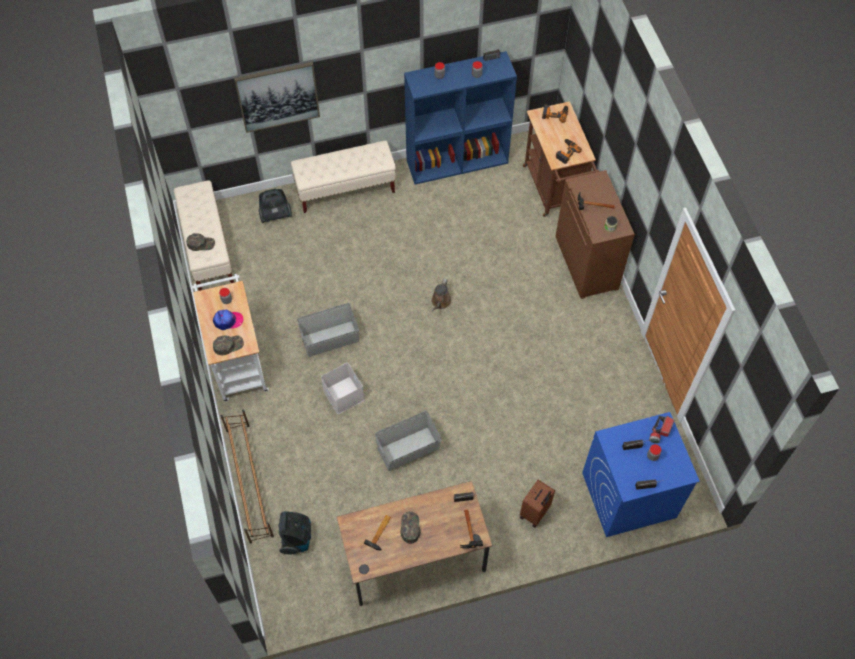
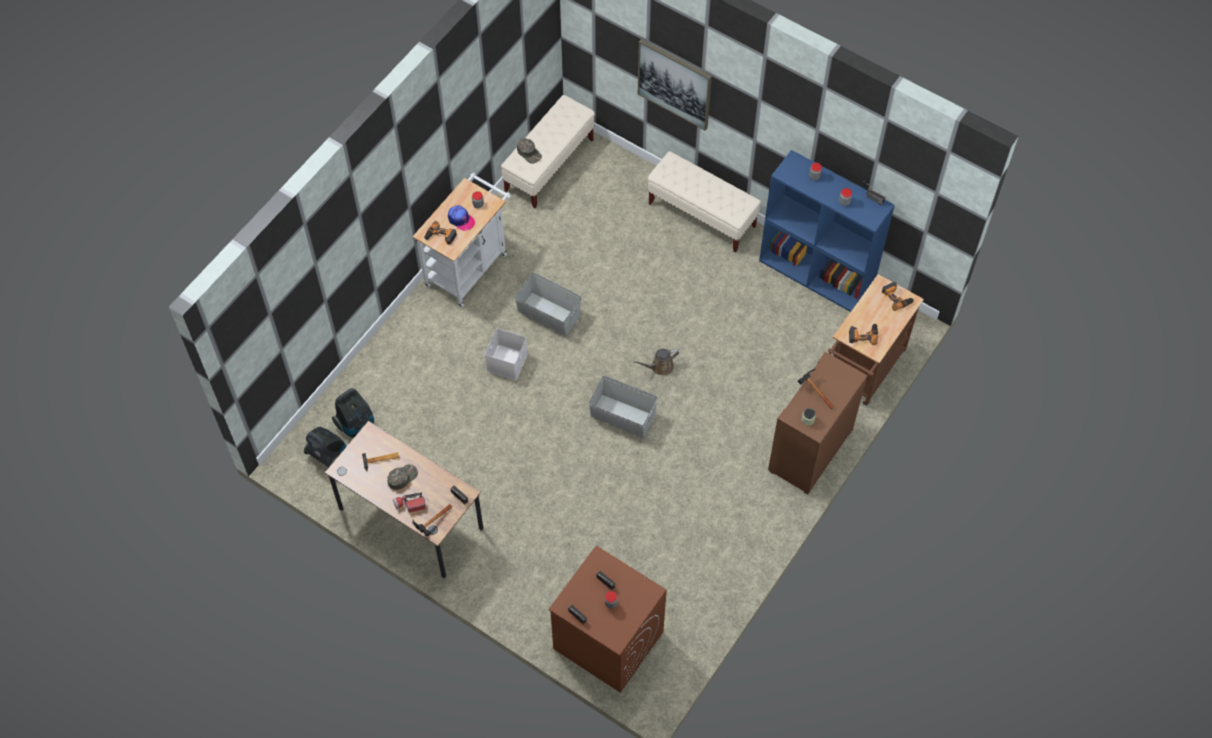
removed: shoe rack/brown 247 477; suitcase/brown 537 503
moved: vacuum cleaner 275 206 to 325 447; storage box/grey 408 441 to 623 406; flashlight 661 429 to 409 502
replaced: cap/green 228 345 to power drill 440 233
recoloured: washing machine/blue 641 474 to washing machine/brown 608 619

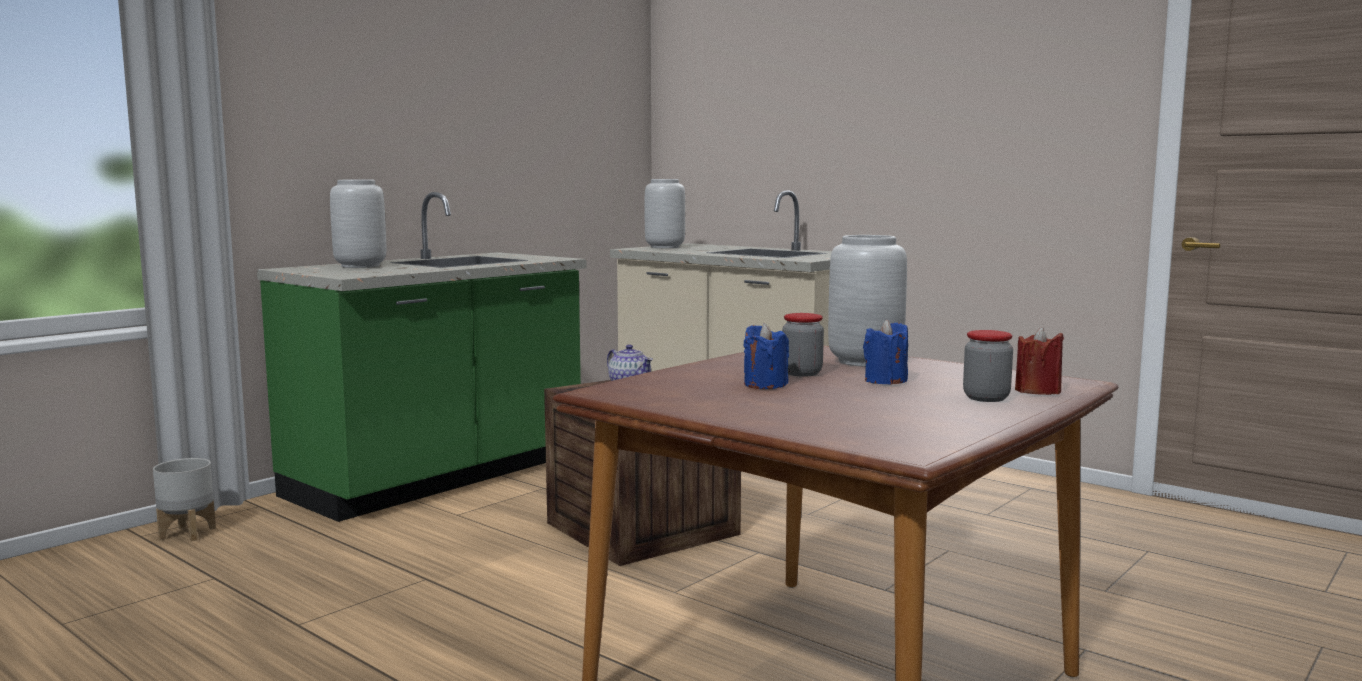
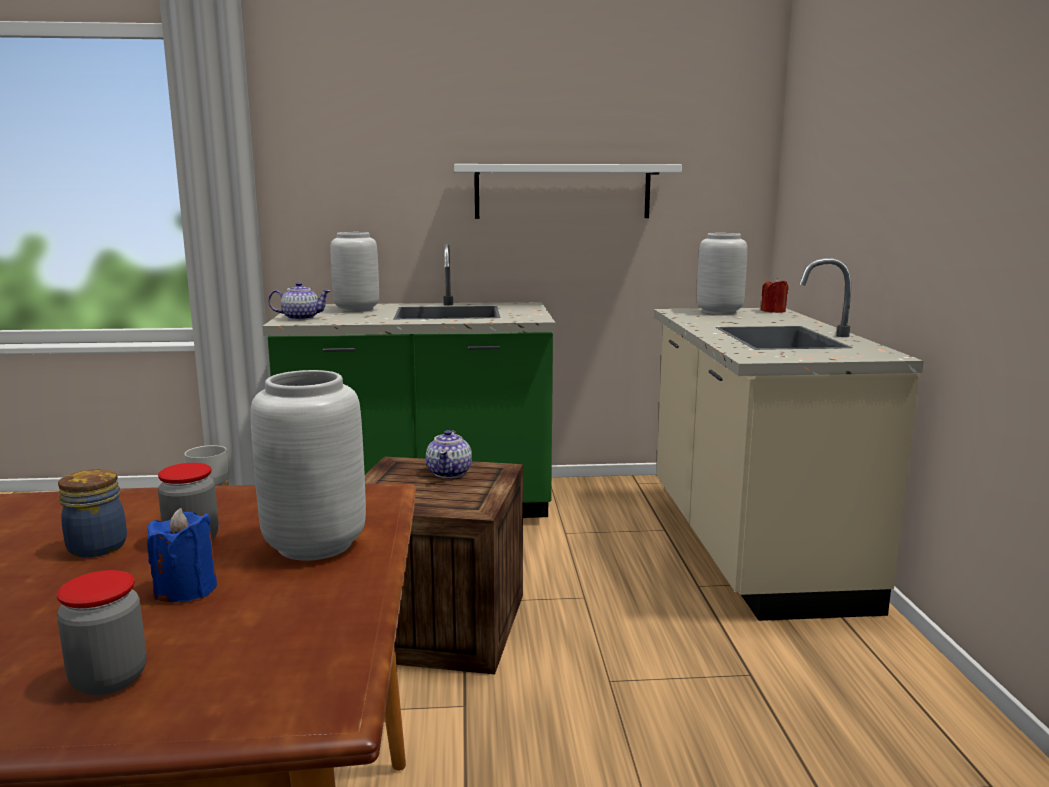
added: teapot 299 301; shelf/white 568 191
moved: candle/red 1039 361 to 775 295
replaced: candle/blue 766 356 to jar 92 513

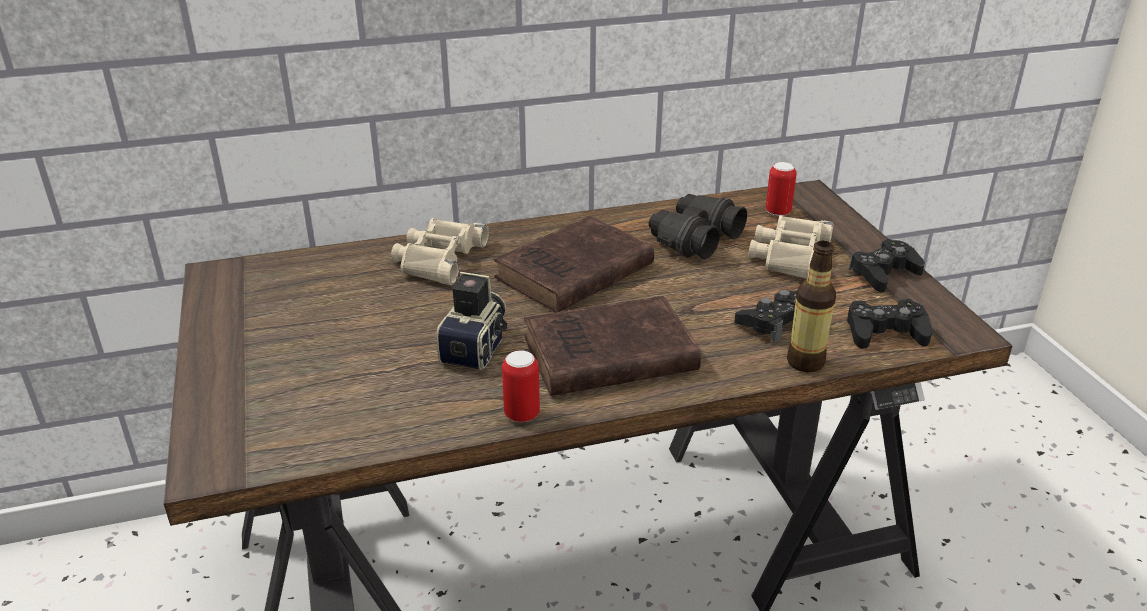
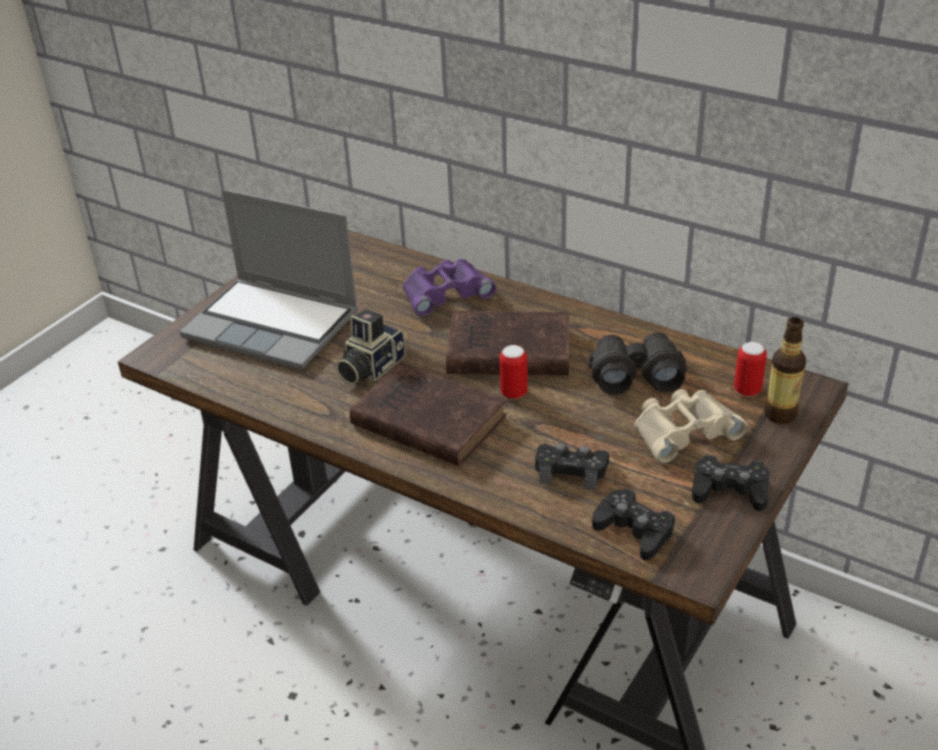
added: laptop 268 279
moved: can 521 386 to 513 372; bottle 811 306 to 785 370
recoloured: binoculars/beige 440 251 to binoculars/purple 449 288
turned: photo camera 472 321 = 370 347 150 degrees clockwise

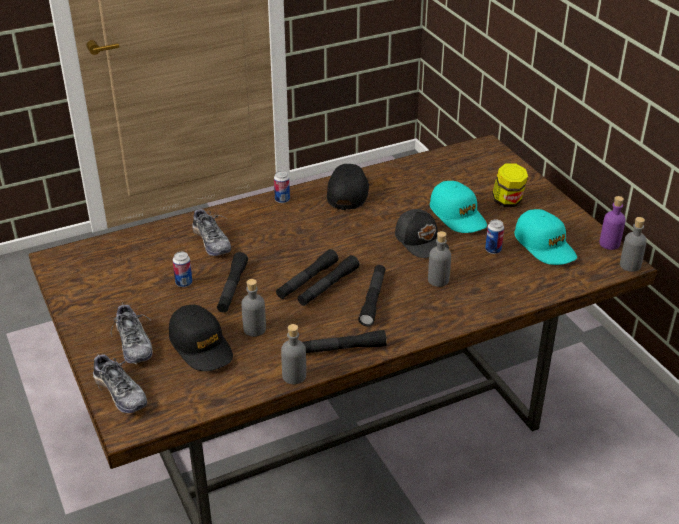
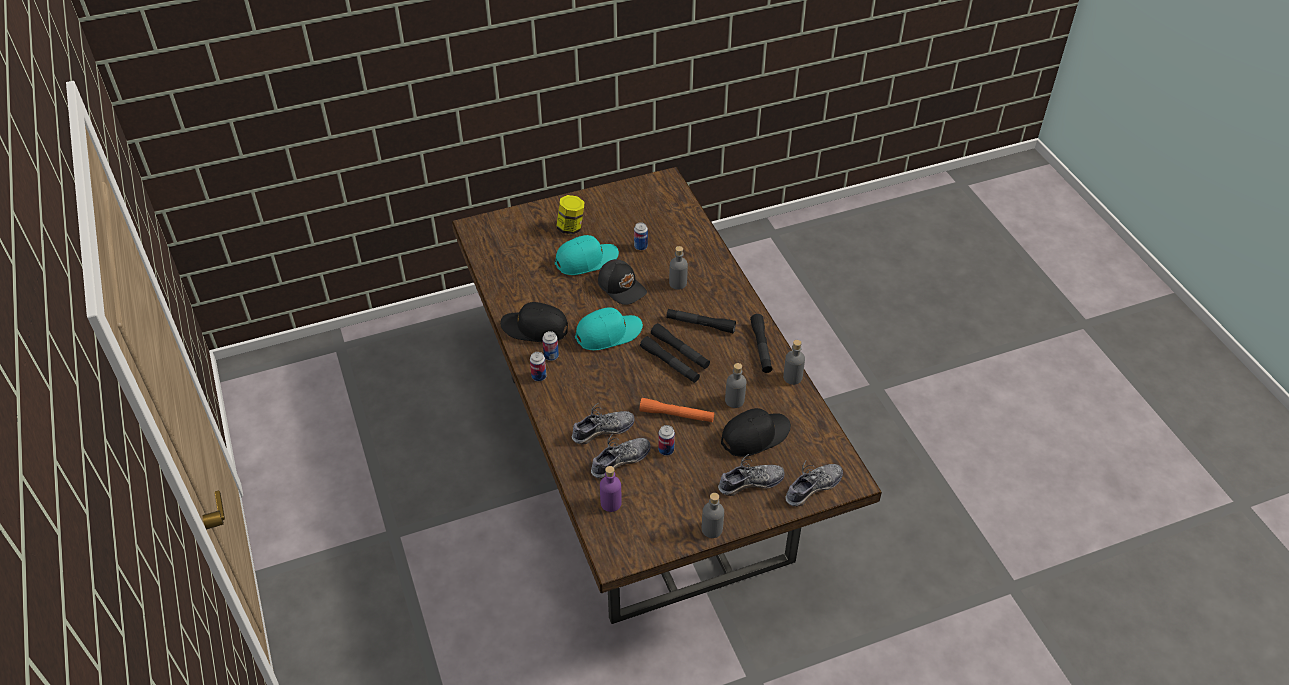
added: can 550 346; shoe 621 456
moved: cap/turquoise 546 237 to 609 328; bottle/purple 612 223 to 611 489; bottle/grey 633 244 to 713 515
recoloured: flashlight/black 232 282 to flashlight/orange 676 410
turned: cap/black 422 233 = 622 282 75 degrees clockwise

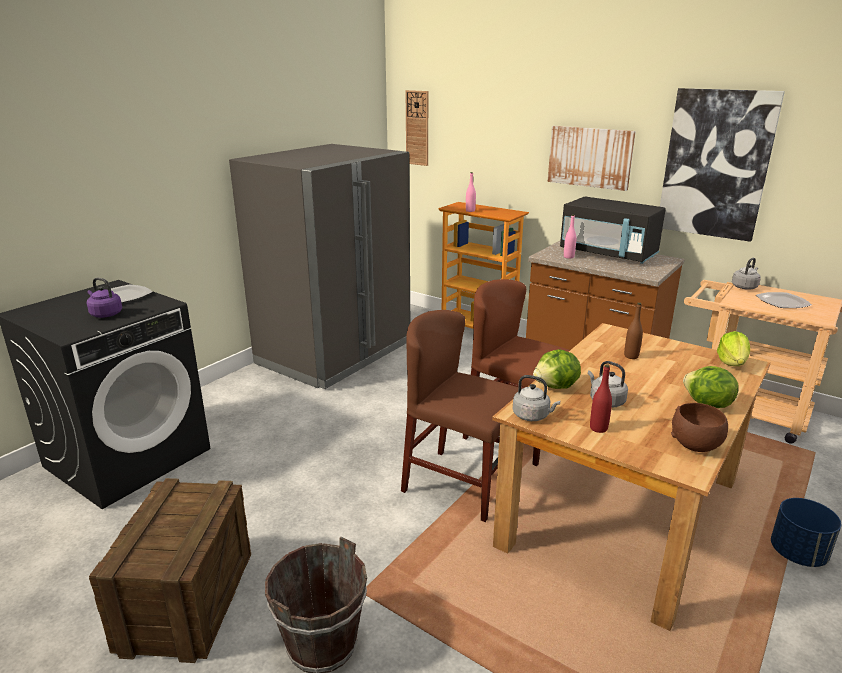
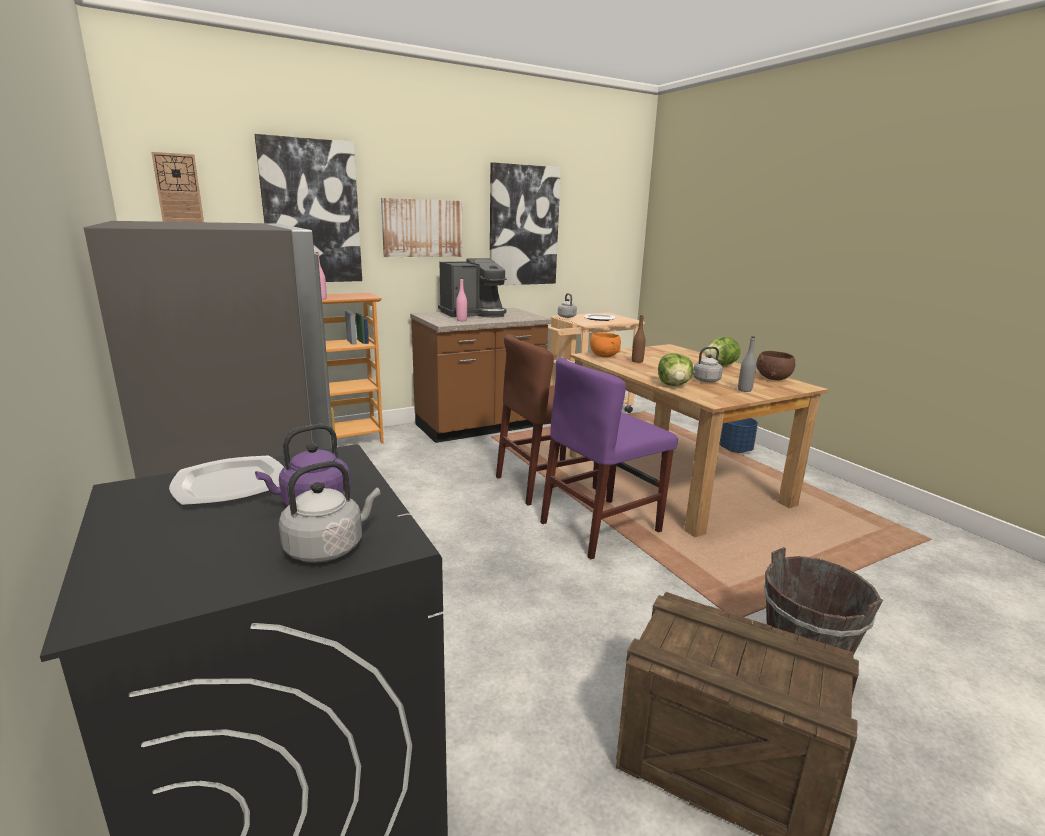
removed: lettuce 733 348
added: picture 308 208; bowl/orange 605 345
moved: kettle/grey 537 398 to 329 512
replaced: microwave/black 613 230 to coffee machine 472 288
recoloured: chair/brown 461 416 to chair/purple 609 458; bottle/red 601 398 to bottle/grey 747 364

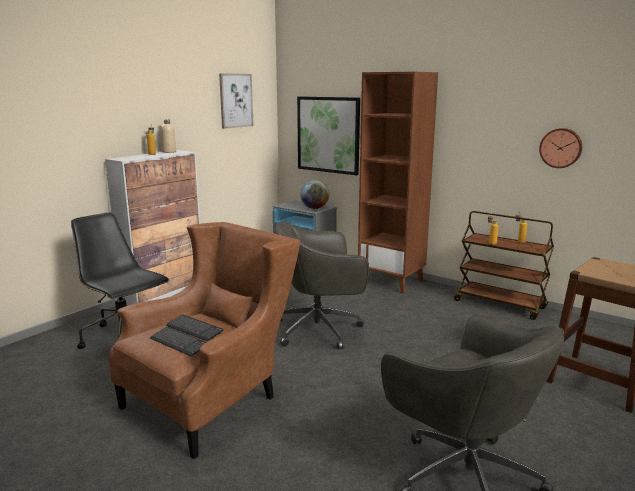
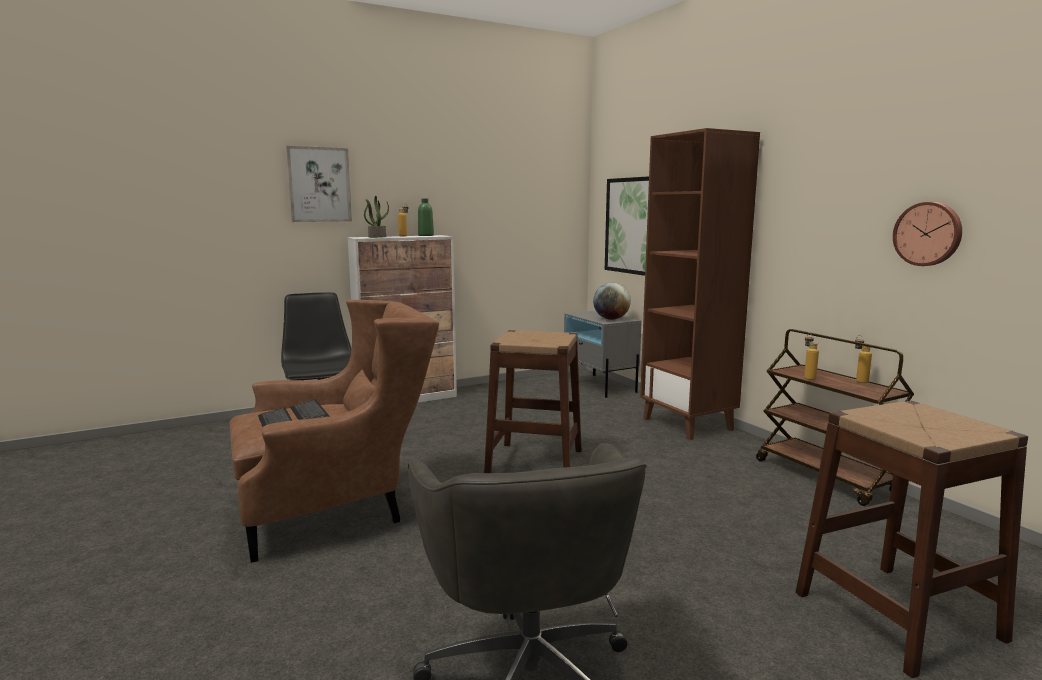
added: potted plant 376 217
moved: picture 236 101 to 319 184
replaced: office chair/grey 322 285 to stool/brown 533 401
recoloured: bottle/beige 168 136 to bottle/green 426 217

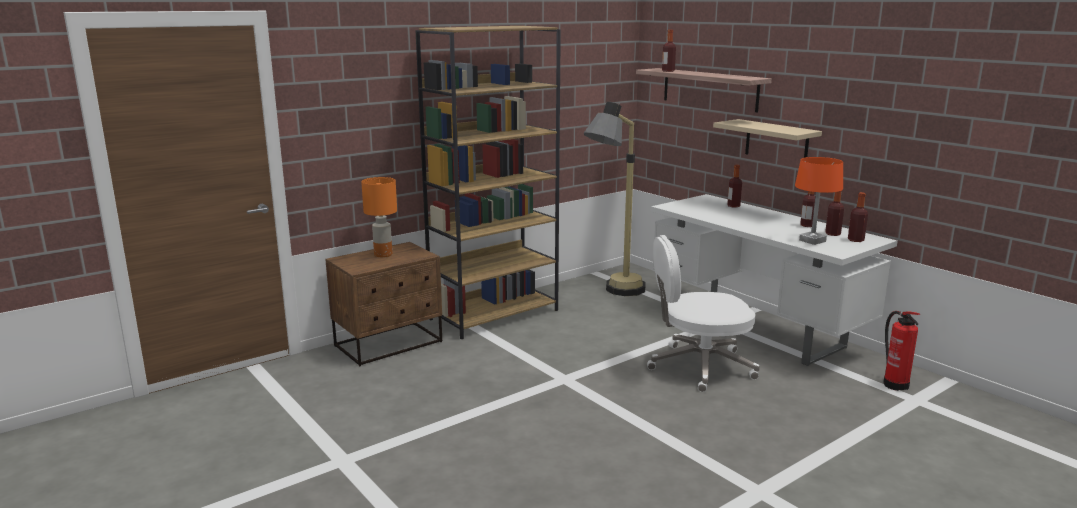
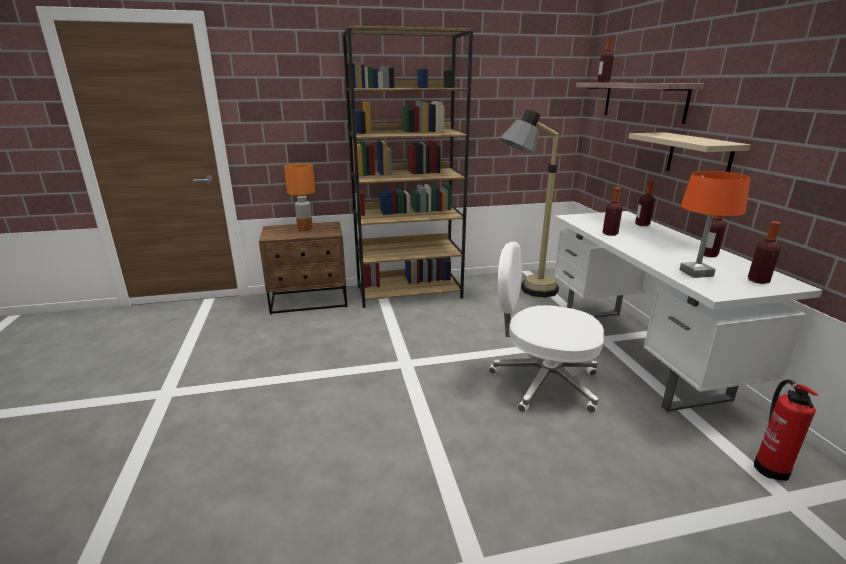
moved: bottle 834 213 to 613 211

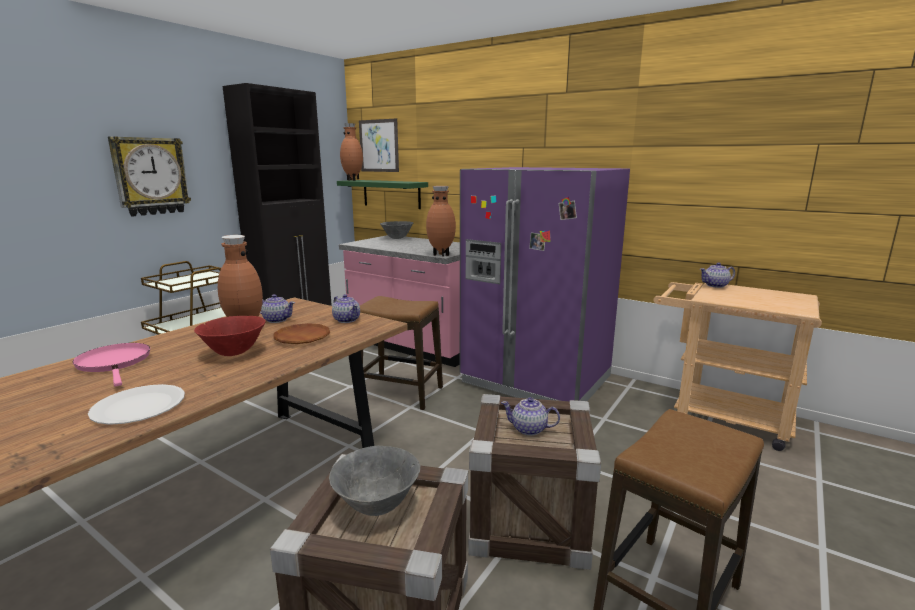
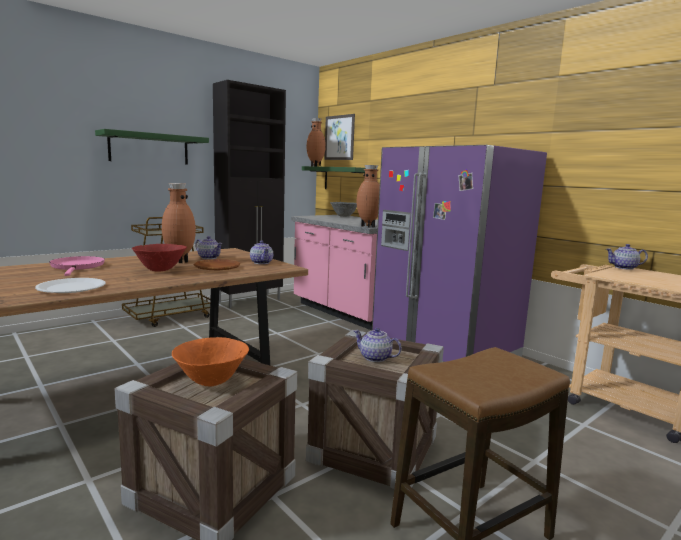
removed: stool 401 353
replaced: wall clock 149 176 to shelf/green 152 147
recoloured: bowl/grey 374 481 to bowl/orange 210 362

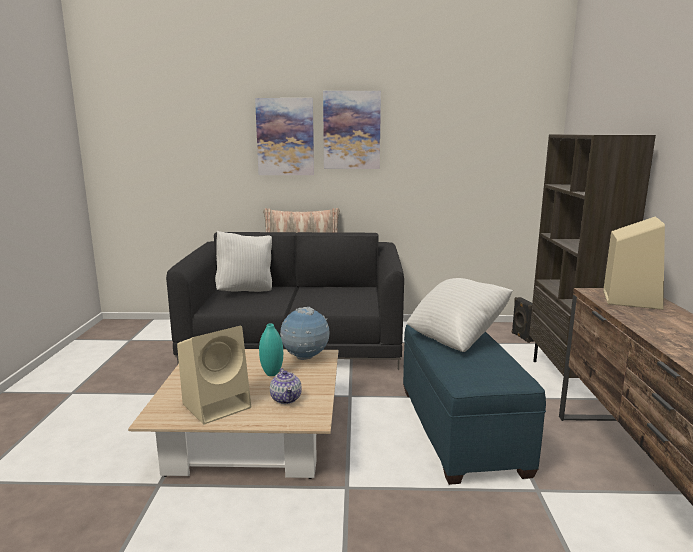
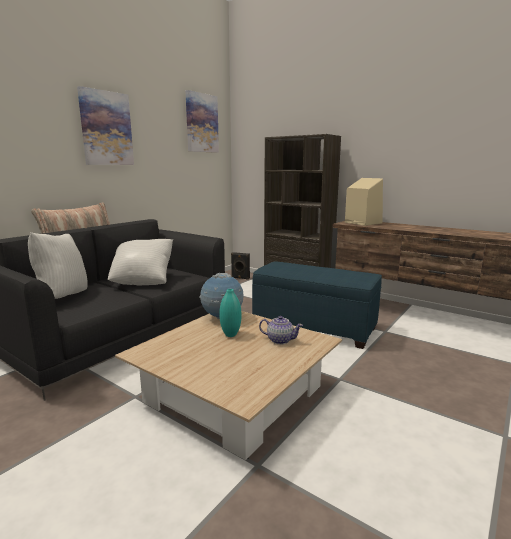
removed: speaker/beige 214 375
moved: picture 284 136 to 202 121; pillow/white 460 315 to 140 262

